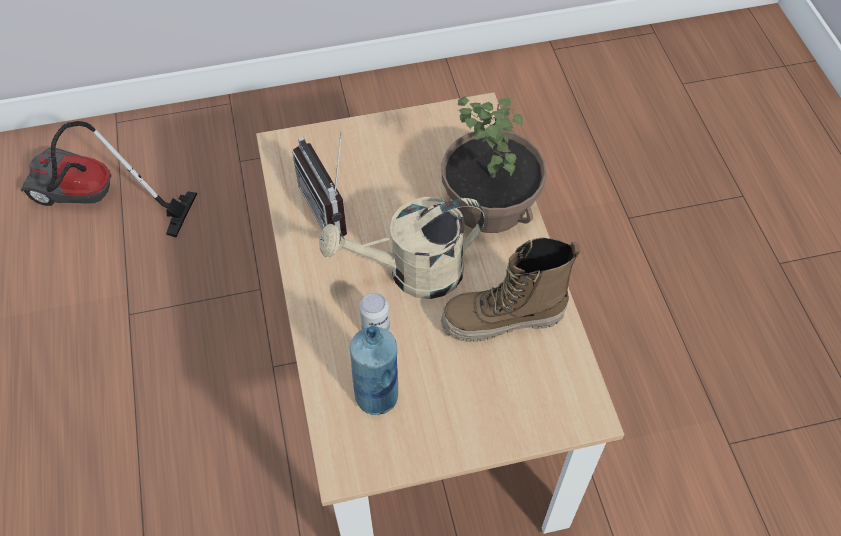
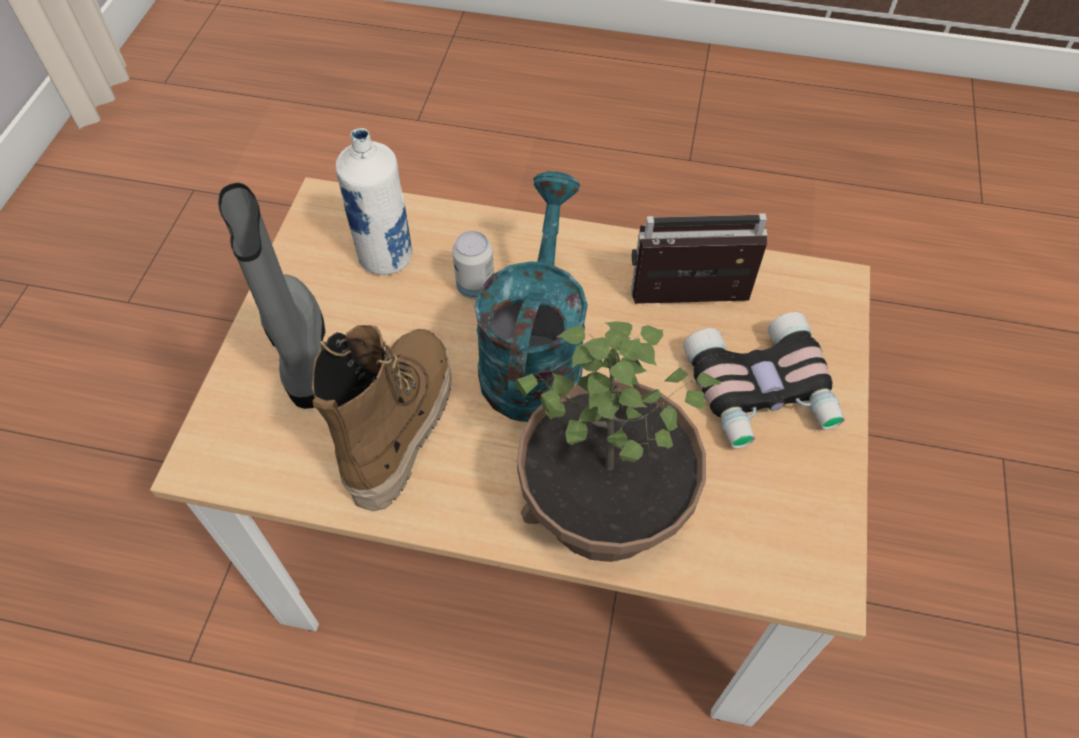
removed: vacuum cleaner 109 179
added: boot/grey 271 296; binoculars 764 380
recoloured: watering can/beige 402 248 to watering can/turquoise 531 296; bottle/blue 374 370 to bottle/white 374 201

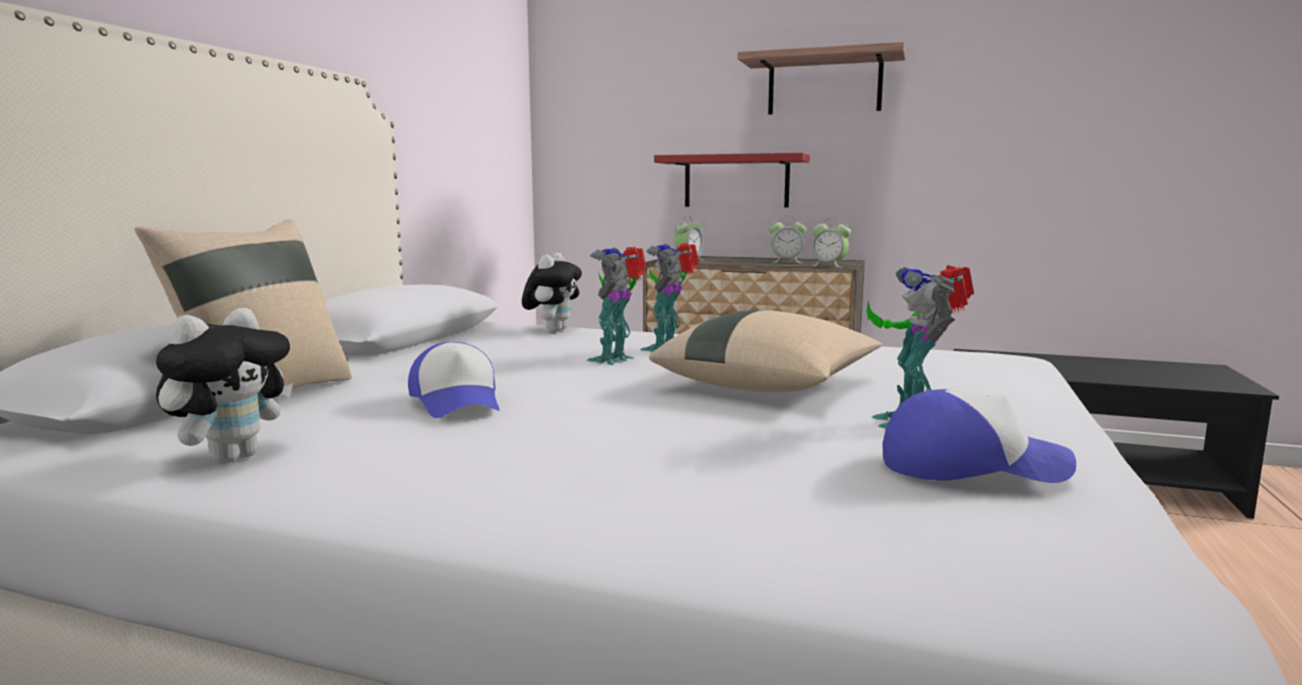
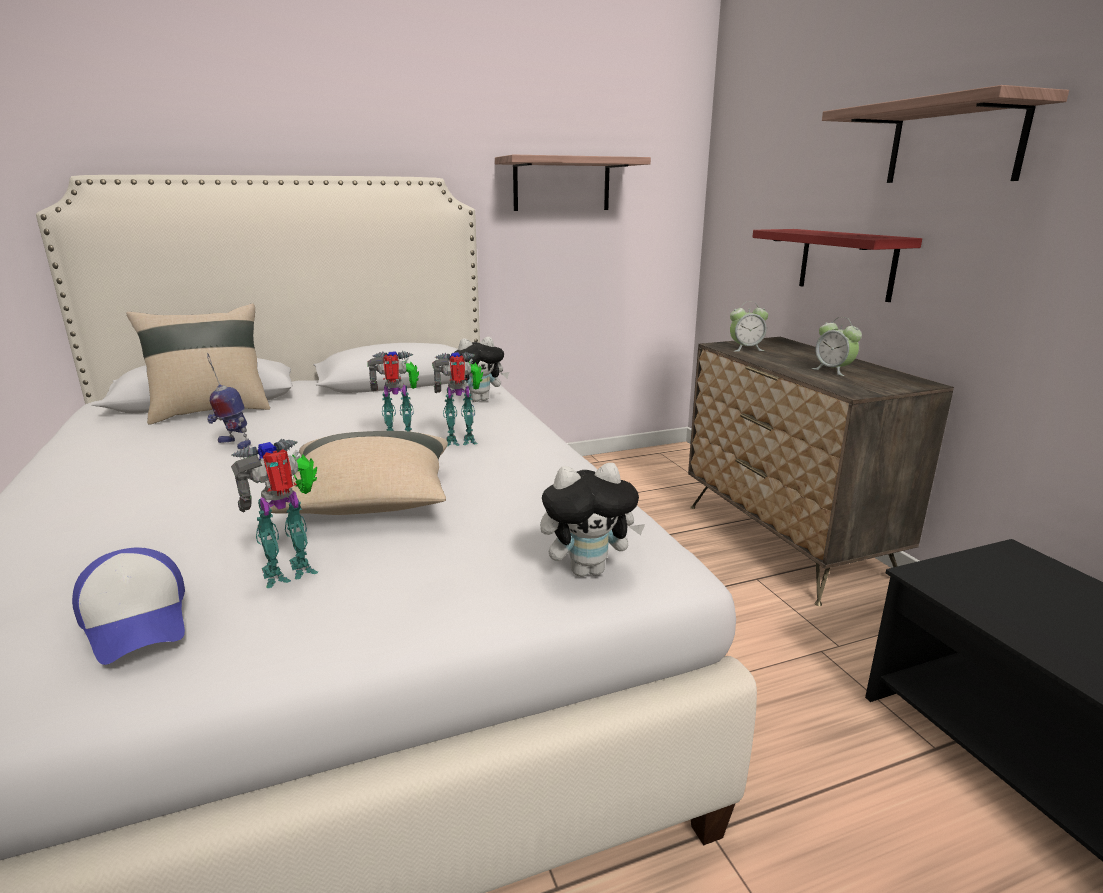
removed: alarm clock 831 243
added: shelf 573 182
moved: plush toy 224 385 to 592 520
replaced: cap 453 380 to toy robot 229 401

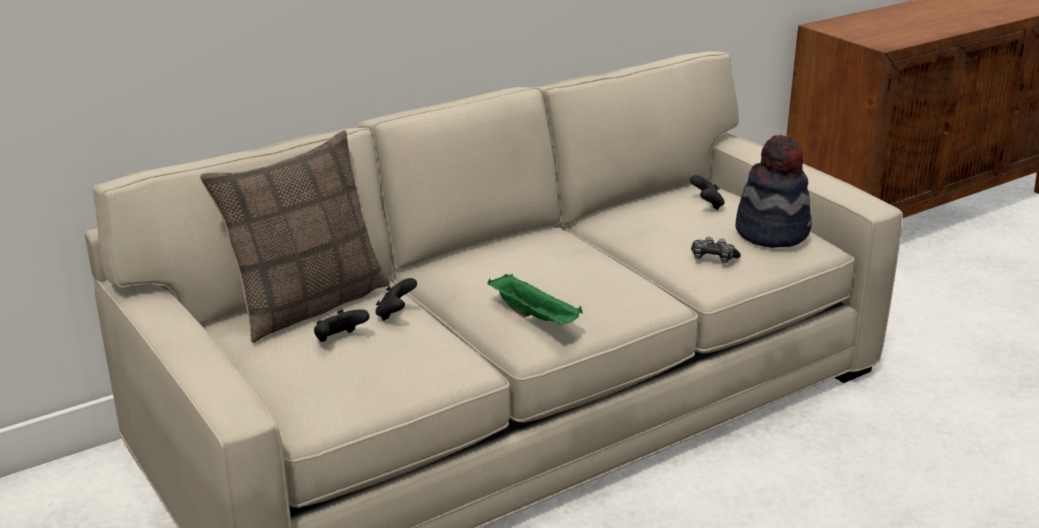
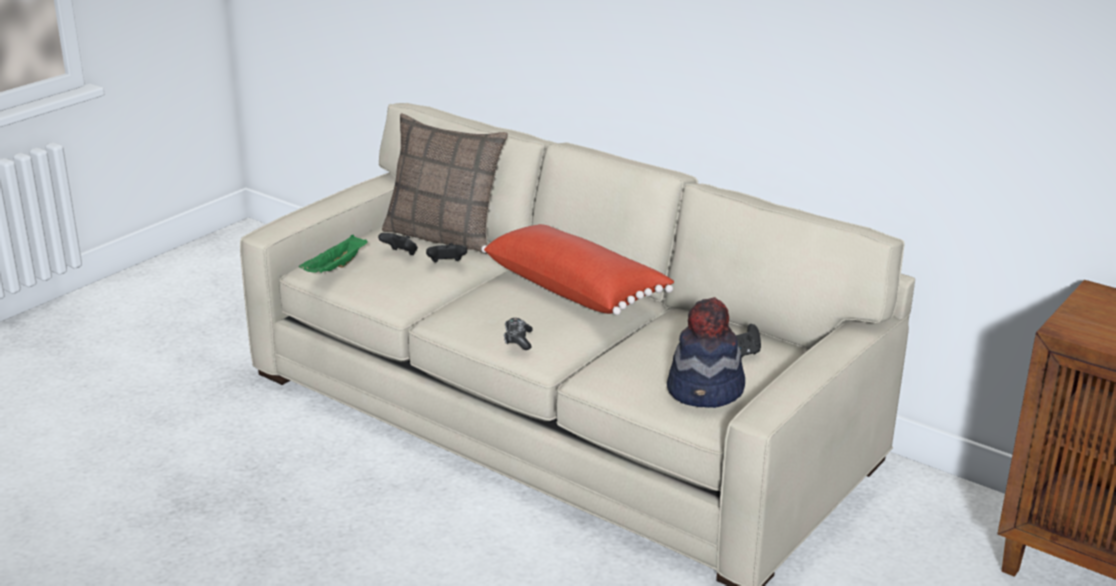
added: pillow/red 577 269
moved: tray/green 535 299 to 333 254; game controller 716 250 to 518 334

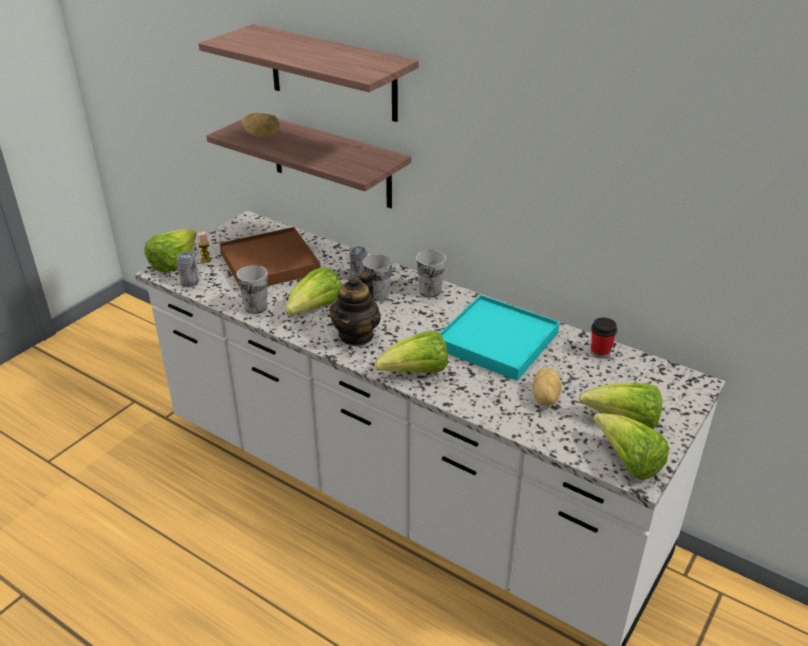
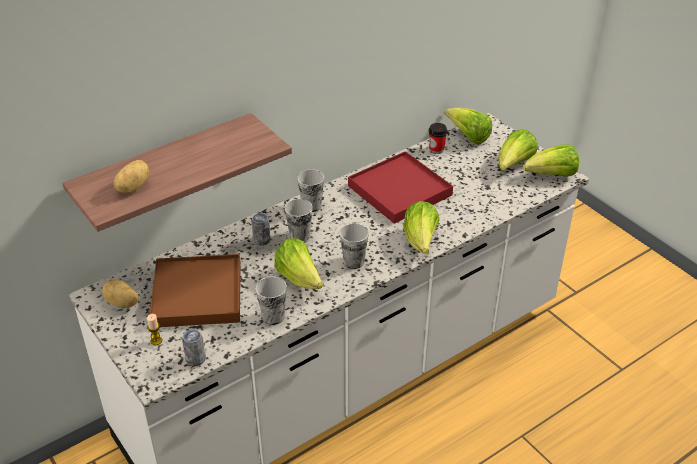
removed: shelf 309 73
moved: lettuce 170 250 to 468 126; potato 547 387 to 120 293
replaced: teapot 355 309 to cup 354 246
recoloured: tray/turquoise 499 338 to tray/red 400 187

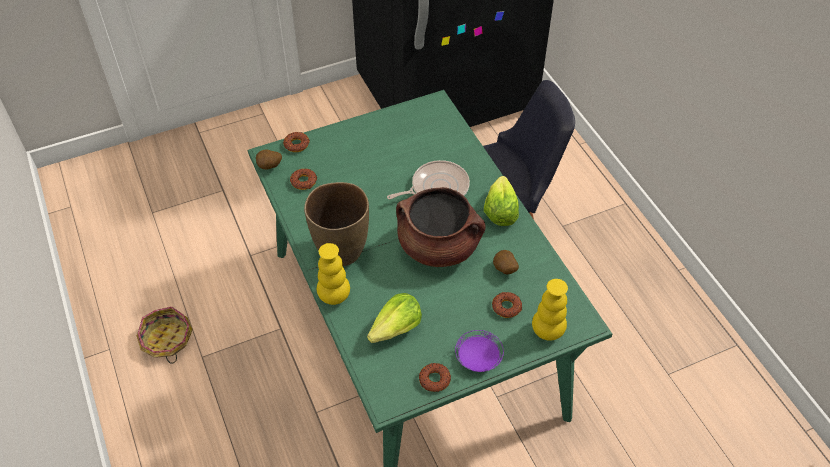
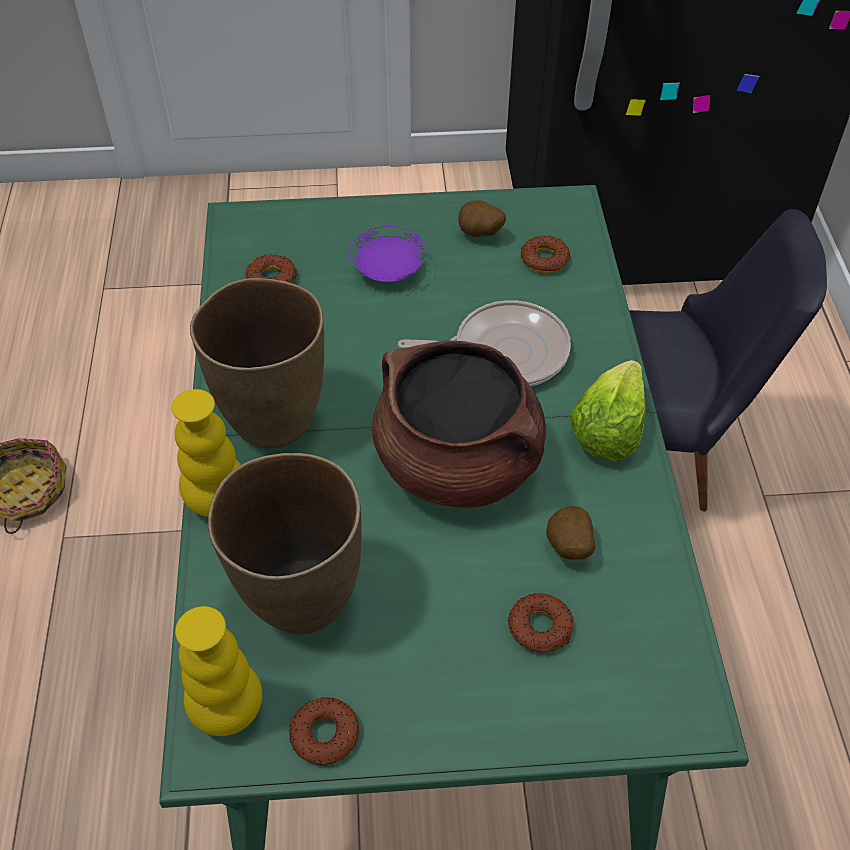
moved: potato 269 159 to 482 218; donut 296 142 to 546 254; plate/purple 479 351 to 388 254; vase/yellow 550 310 to 218 671
replaced: lettuce 394 318 to vase/brown 285 543

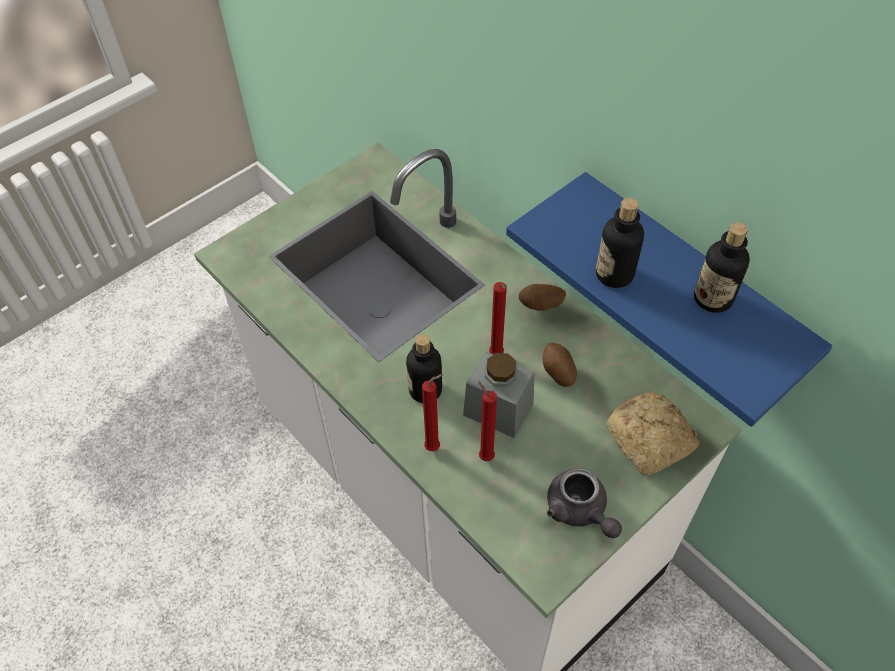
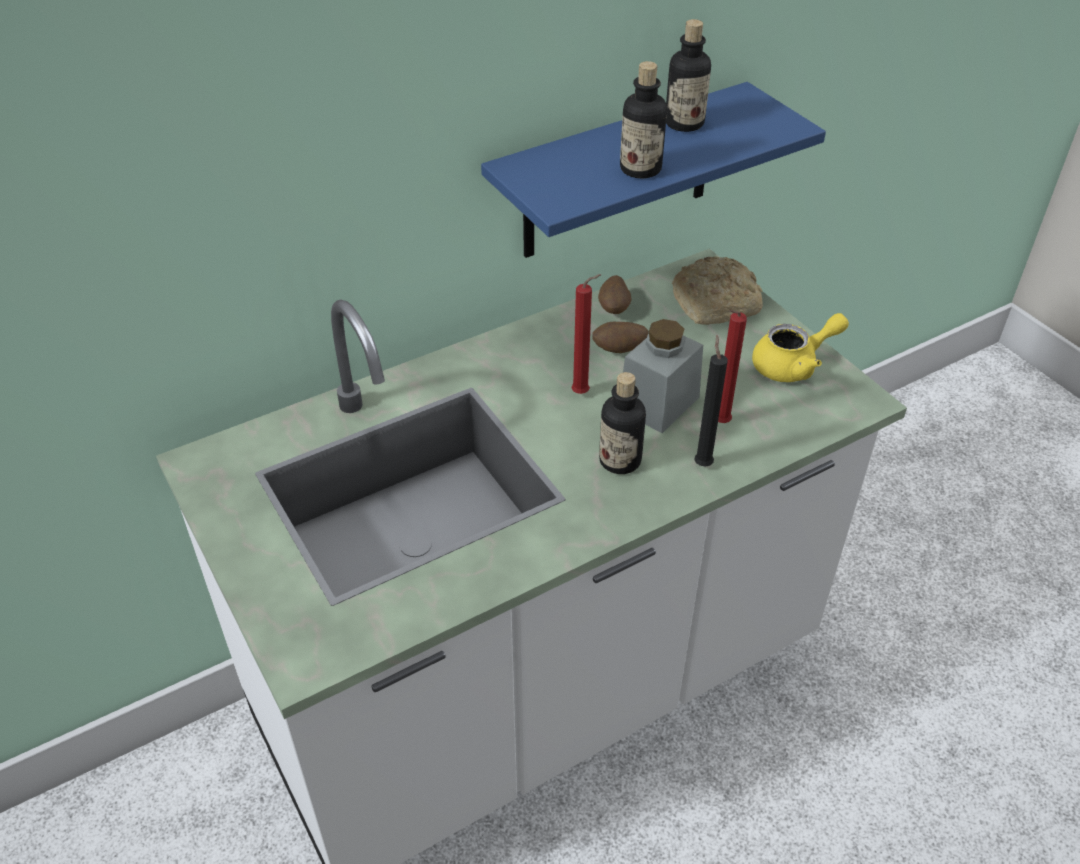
moved: potato 542 297 to 615 294
recoloured: candle/red 432 412 to candle/black 711 401; teapot/grey 584 503 to teapot/yellow 800 347

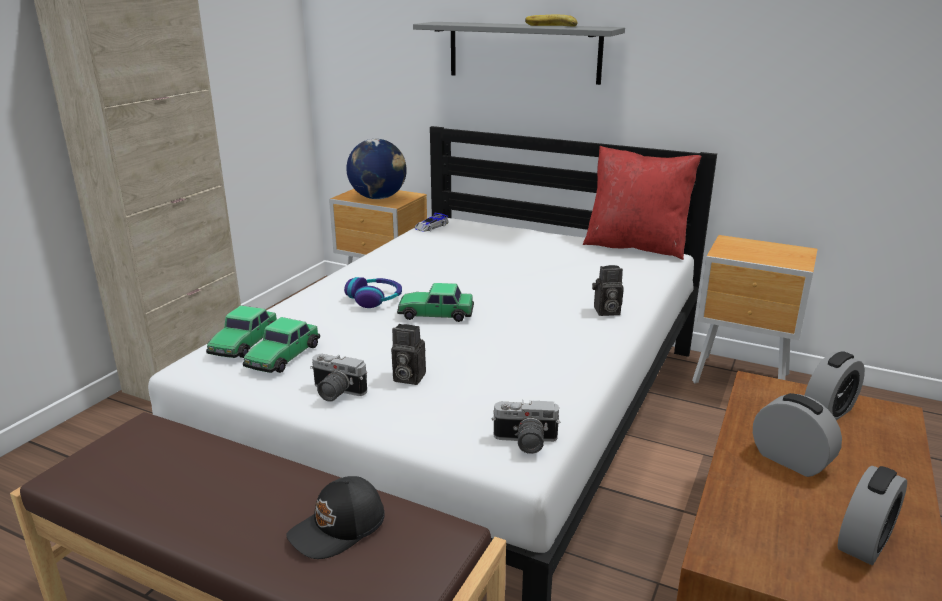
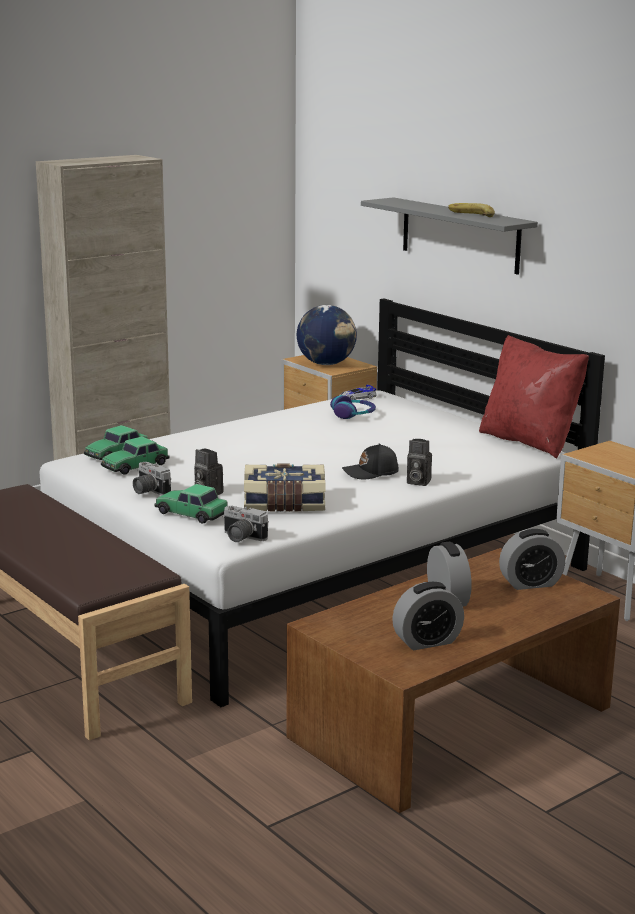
added: book 285 488
moved: cap/black 335 517 to 370 461; headphones 373 292 to 353 407; toy car 435 302 to 191 504

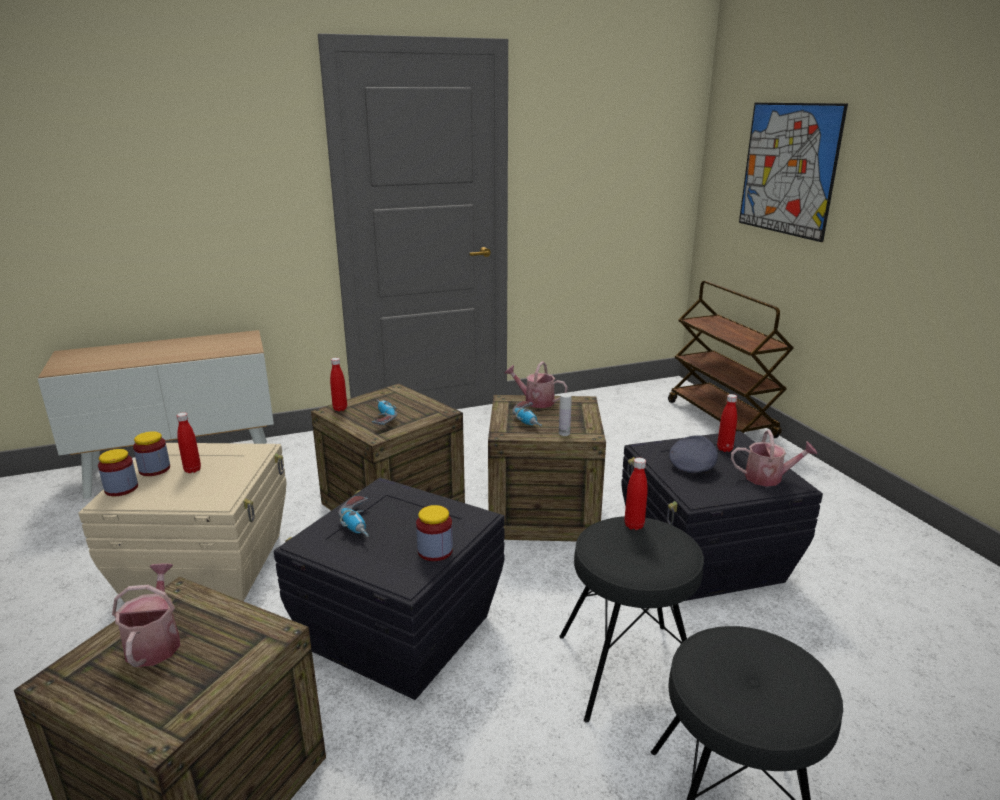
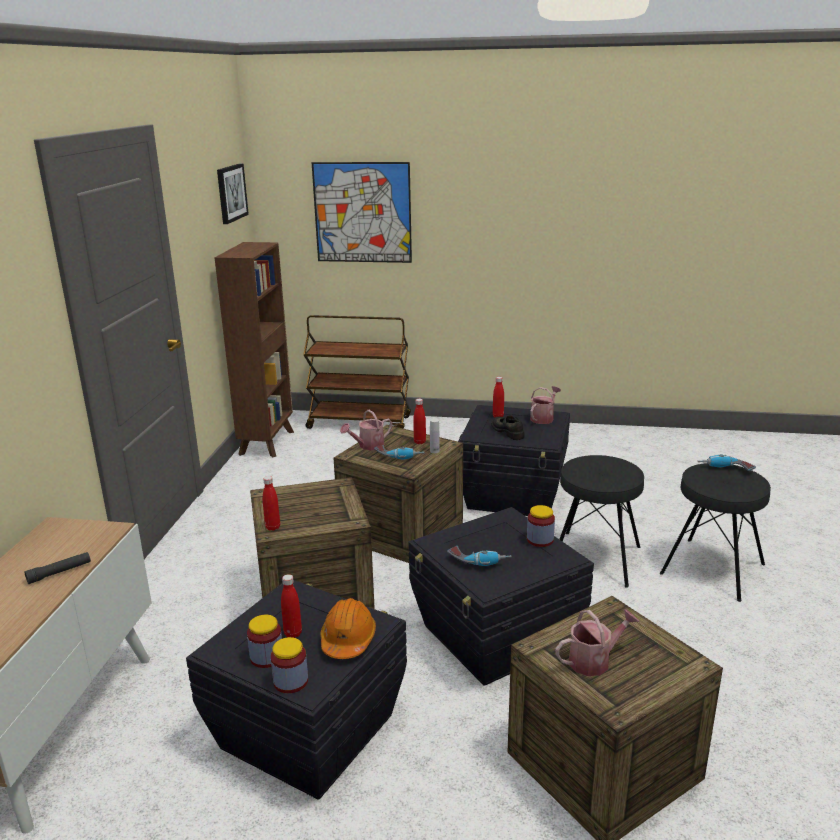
added: flashlight/black 57 568; bookcase/brown 254 349; picture 233 193; hard hat/orange 348 628
moved: power drill 384 412 to 726 462; bottle/red 636 494 to 419 421
replaced: cap/grey 693 454 to shoe/black 507 428
recoloured: storage box/beige 182 522 to storage box/black 296 690
turned: watering can 146 615 = 597 642 135 degrees clockwise

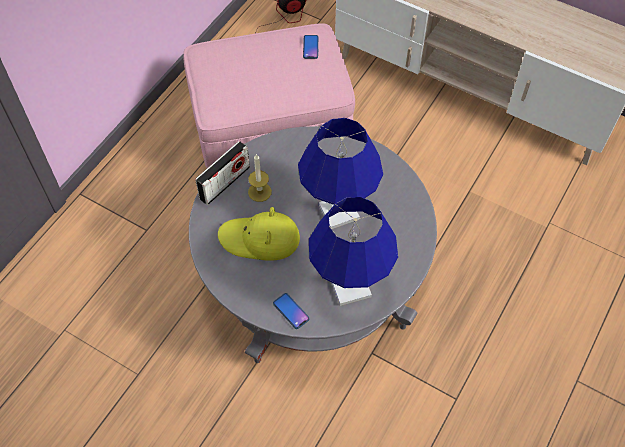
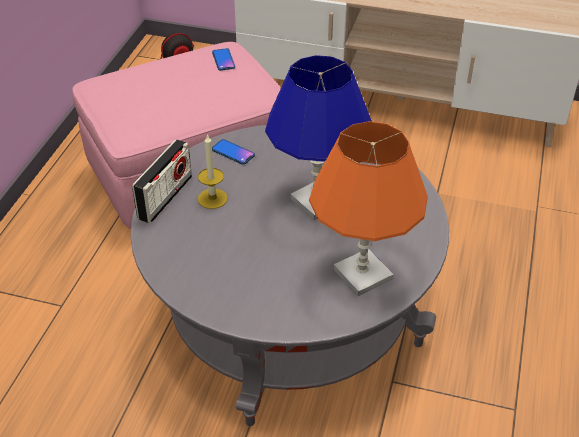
removed: hat/yellow 259 234
moved: phone 291 311 to 233 152
recoloured: table lamp/blue 353 251 to table lamp/orange 368 208

